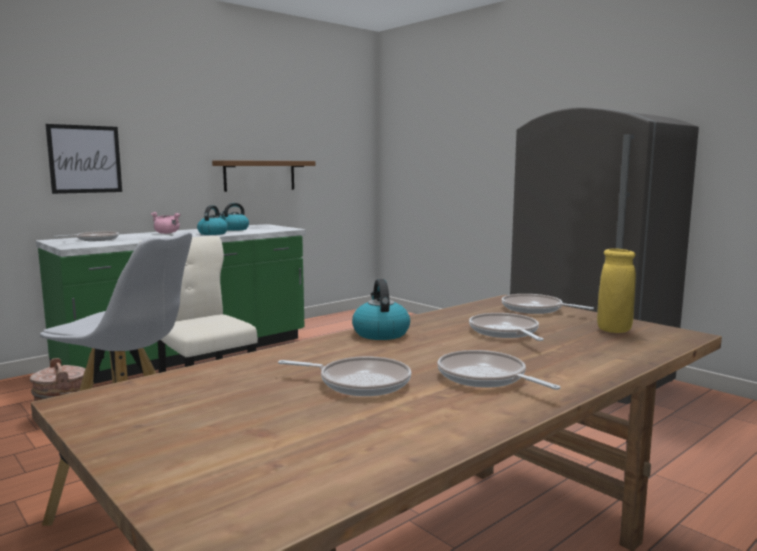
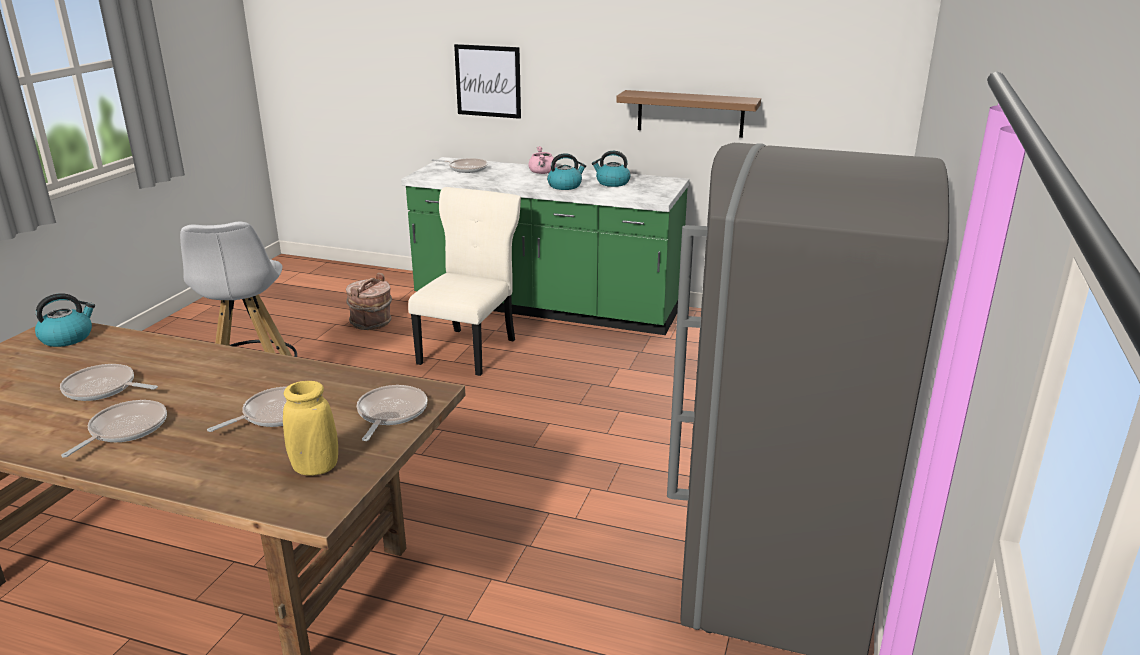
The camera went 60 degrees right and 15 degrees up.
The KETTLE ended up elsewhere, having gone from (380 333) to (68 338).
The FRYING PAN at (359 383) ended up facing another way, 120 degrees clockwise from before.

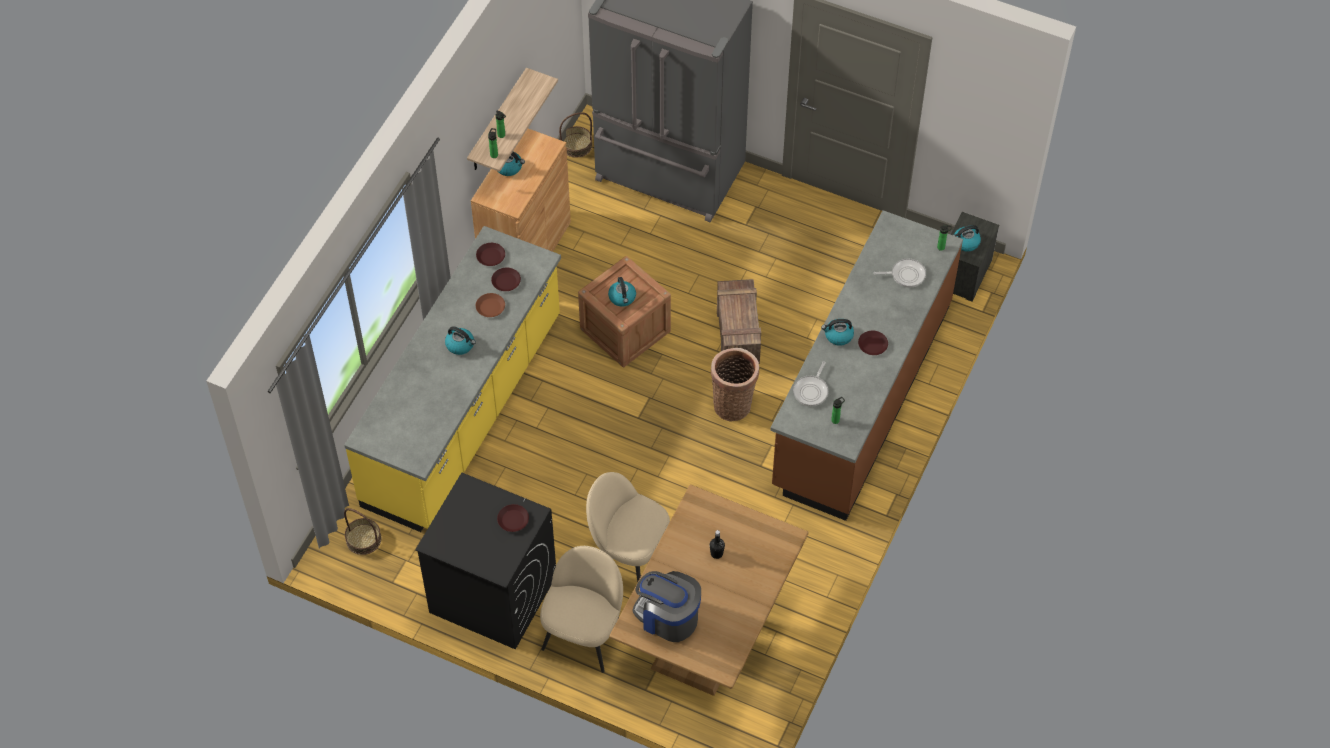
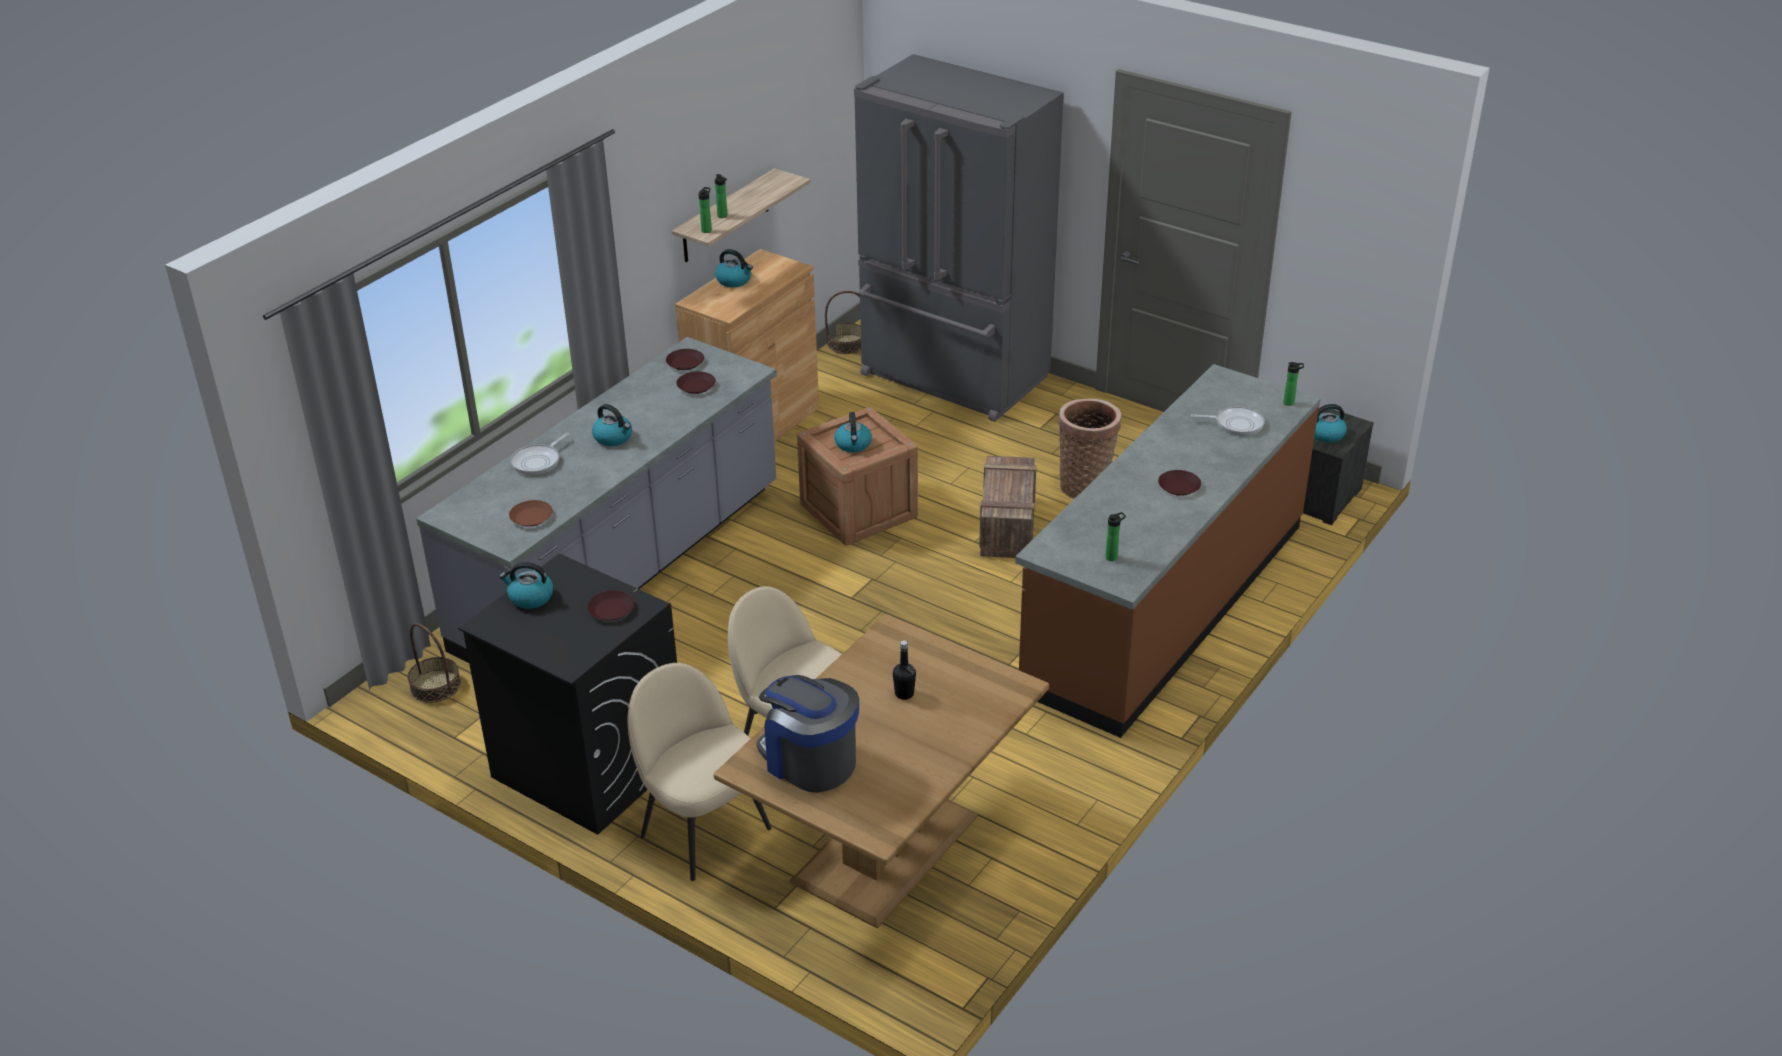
The camera went 10 degrees right and 20 degrees down.
The BROWN PLATE ended up elsewhere, having gone from (490 307) to (531 517).
The BASKET ended up elsewhere, having gone from (733 403) to (1085 485).
The FRYING PAN ended up elsewhere, having gone from (811 390) to (538 461).
The KETTLE ended up elsewhere, having gone from (838 336) to (530 597).
What was the YELLOW COUNTER at (464 412) turned into the GREY COUNTER at (622 569).
The BEIGE CHAIR at (584 635) ended up facing another way, 75 degrees counterclockwise from before.

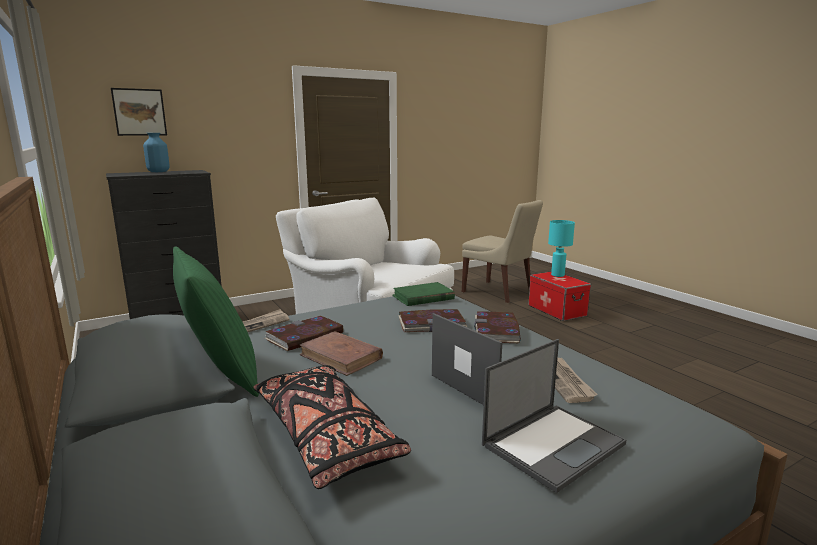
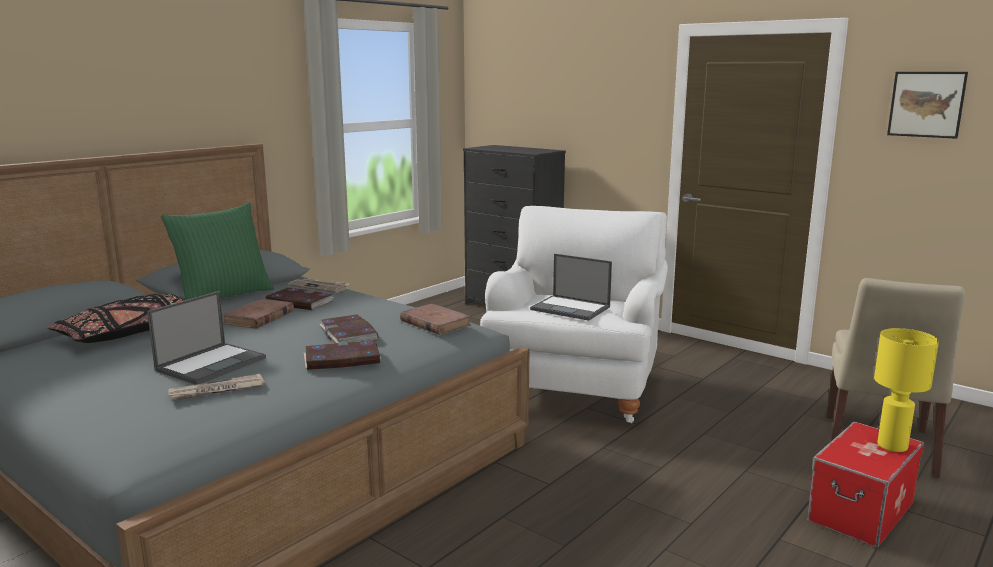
The camera went 70 degrees right and 0 degrees up.
The second view lost the BLUE VASE at (158 172).
The PICTURE ended up elsewhere, having gone from (139 112) to (926 104).
The LAPTOP ended up elsewhere, having gone from (553 444) to (571 308).
What was the GREEN BOOK at (423 297) turned into the BROWN BOOK at (435 323).
What was the TURQUOISE TABLE LAMP at (557 275) turned into the YELLOW TABLE LAMP at (892 445).

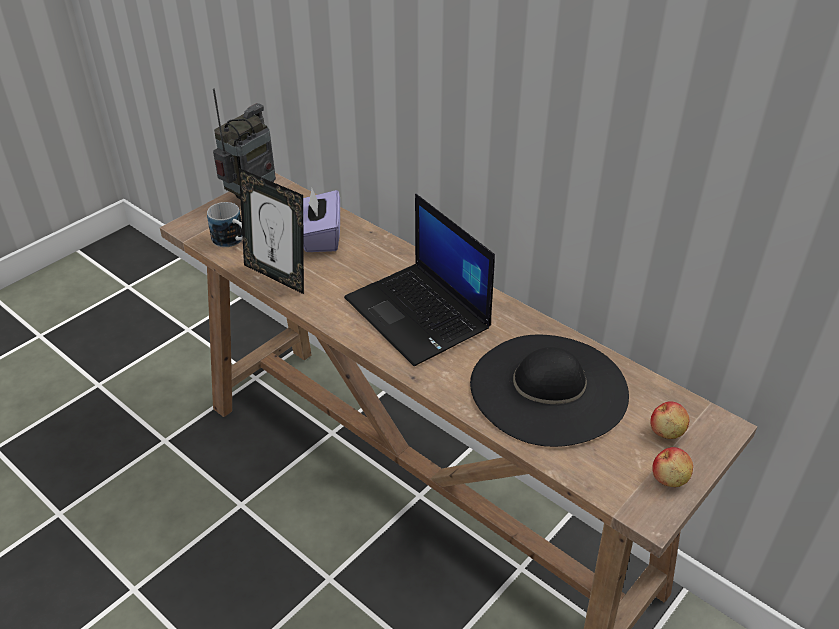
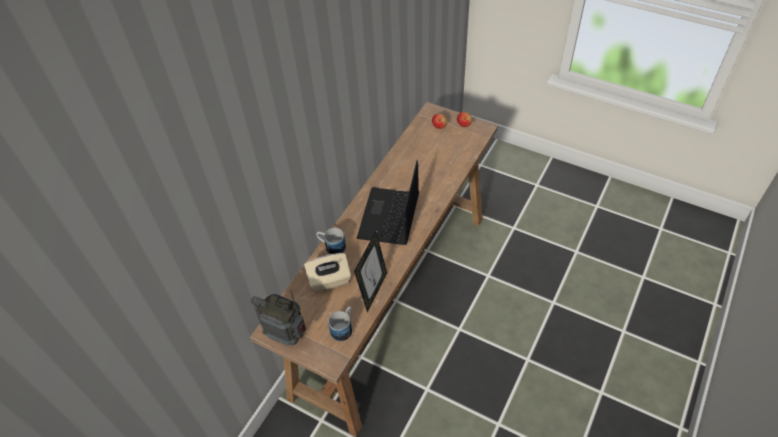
The camera went 100 degrees left and 10 degrees up.
The second view lost the BLACK HAT at (548 388).
The second view gained the MUG at (331 246).
What was the PURPLE TISSUE BOX at (320 237) turned into the BEIGE TISSUE BOX at (329 280).
The LAPTOP at (419 314) ended up facing another way, 150 degrees clockwise from before.

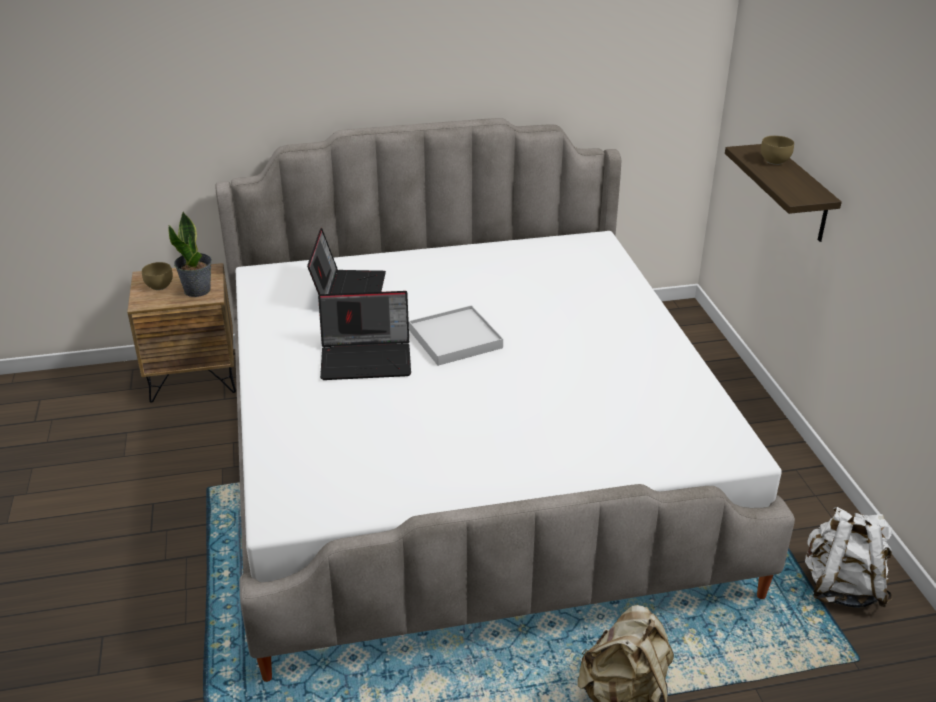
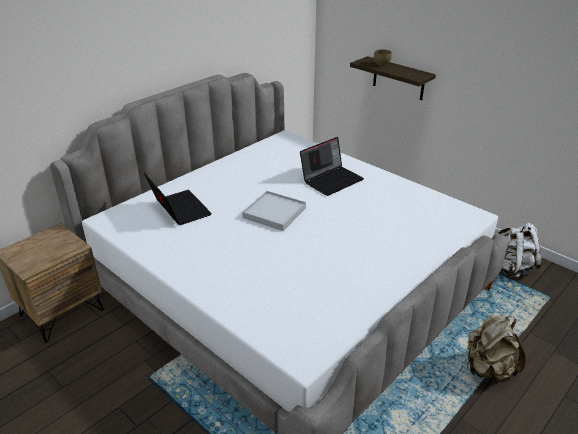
The camera went 35 degrees left and 0 degrees up.
The second view lost the BROWN BOWL at (158 286).
The second view lost the POTTED PLANT at (198 290).
The LAPTOP ended up elsewhere, having gone from (367 358) to (331 179).

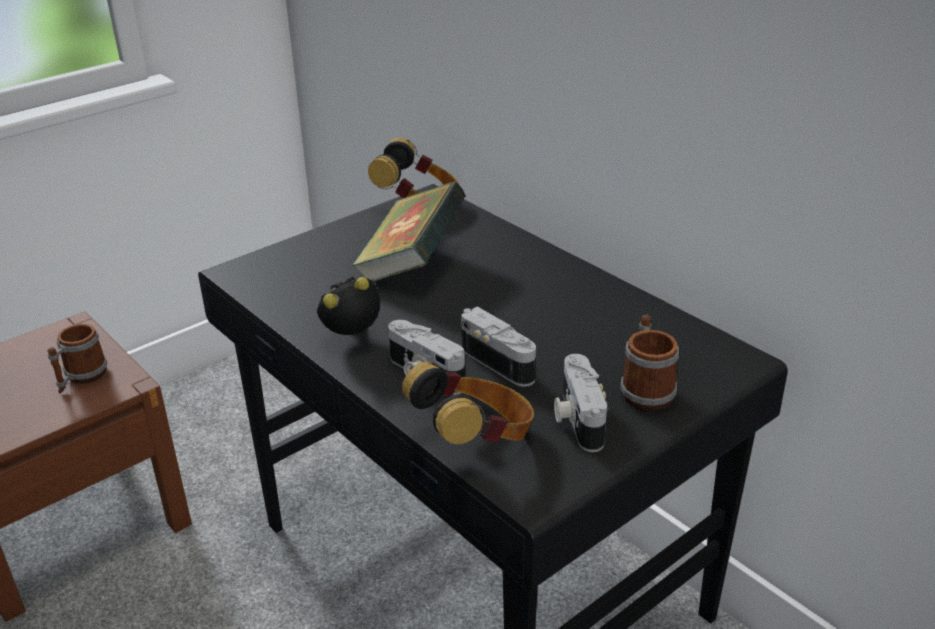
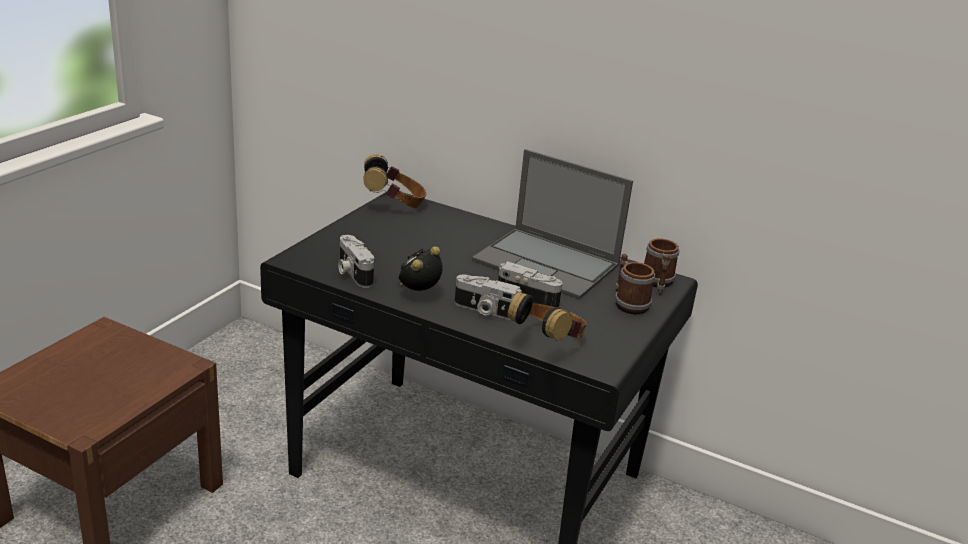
The camera went 25 degrees left and 5 degrees down.
The second view lost the BOOK at (412 264).
The second view gained the LAPTOP at (548 263).
The MUG ended up elsewhere, having gone from (81 378) to (657 284).
The PHOTO CAMERA ended up elsewhere, having gone from (577 418) to (352 273).

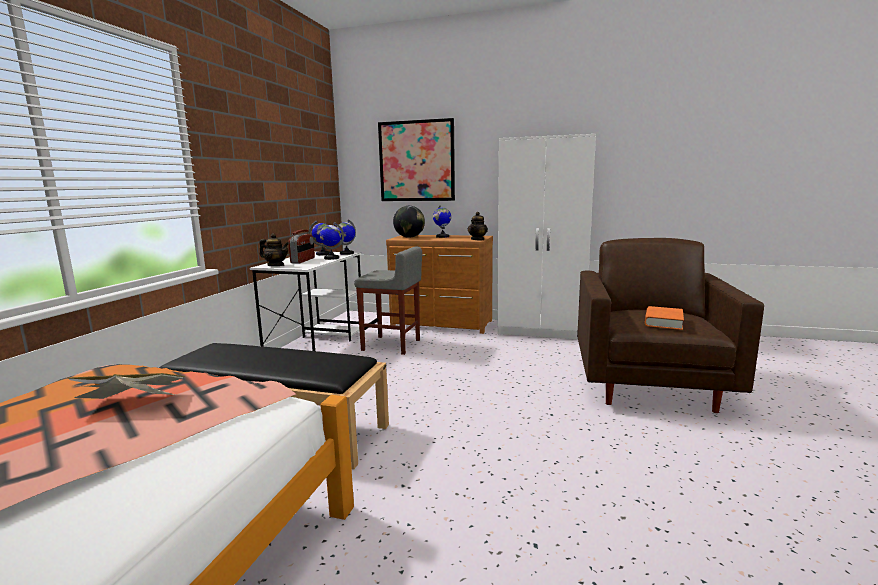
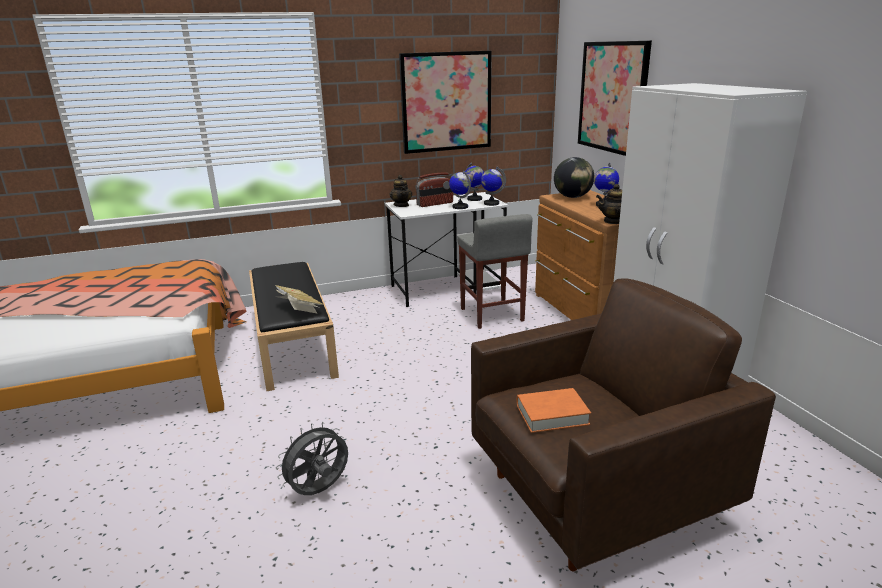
The camera went 55 degrees right and 10 degrees up.
The second view gained the GREY FAN at (319 491).
The second view gained the PICTURE at (446 102).
The BOOK ended up elsewhere, having gone from (132 403) to (299 309).

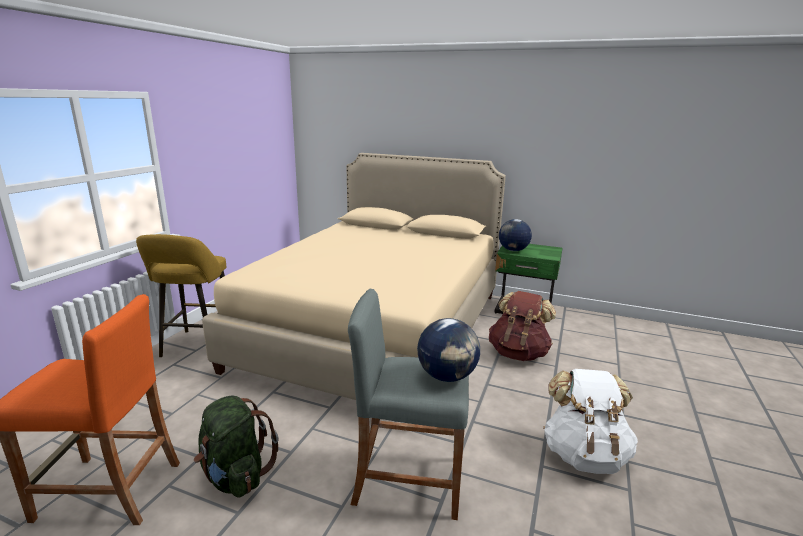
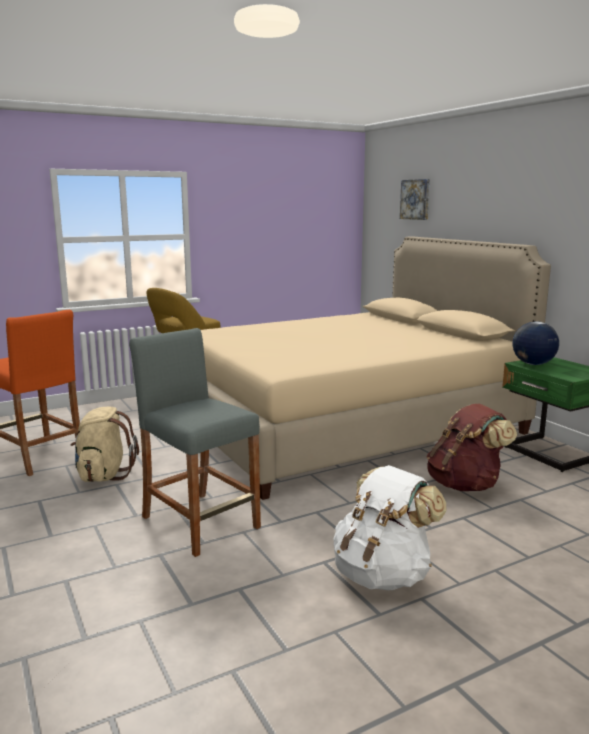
The camera went 40 degrees right and 5 degrees down.
The second view lost the GLOBE at (447 376).
The second view gained the PICTURE at (416 199).
What was the GREEN BACKPACK at (236 476) turned into the BEIGE BACKPACK at (104 475).

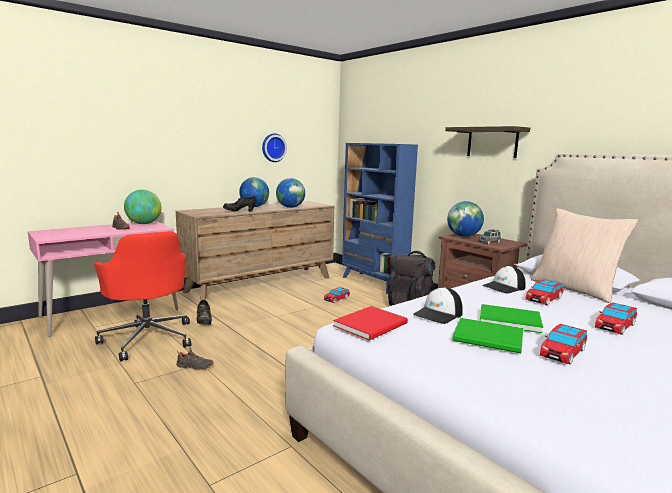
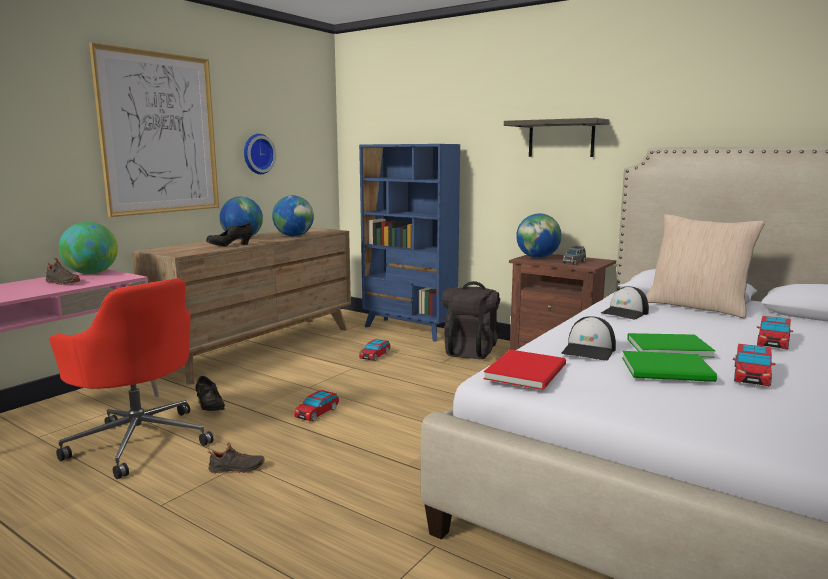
The camera went 15 degrees left and 0 degrees up.
The second view gained the PICTURE at (159 134).
The TOY CAR ended up elsewhere, having gone from (544 299) to (317 413).

